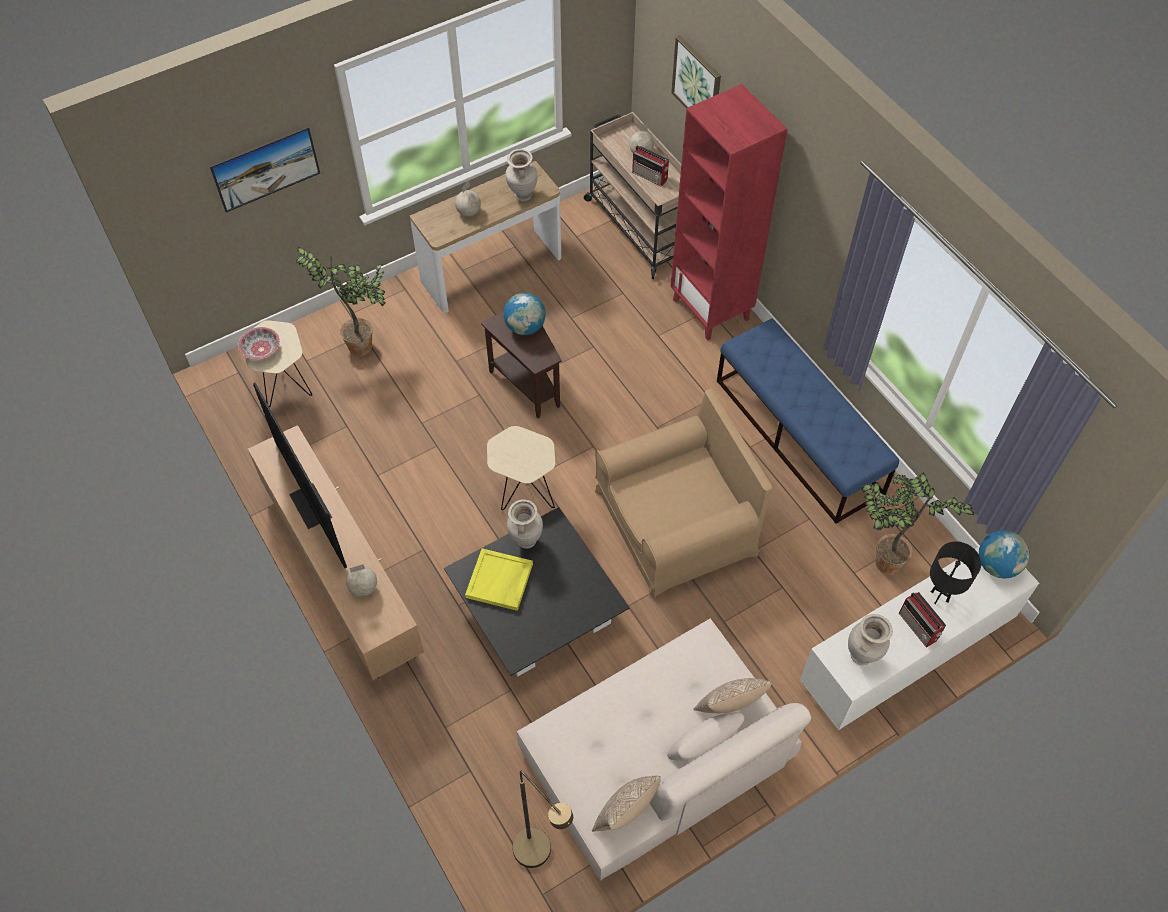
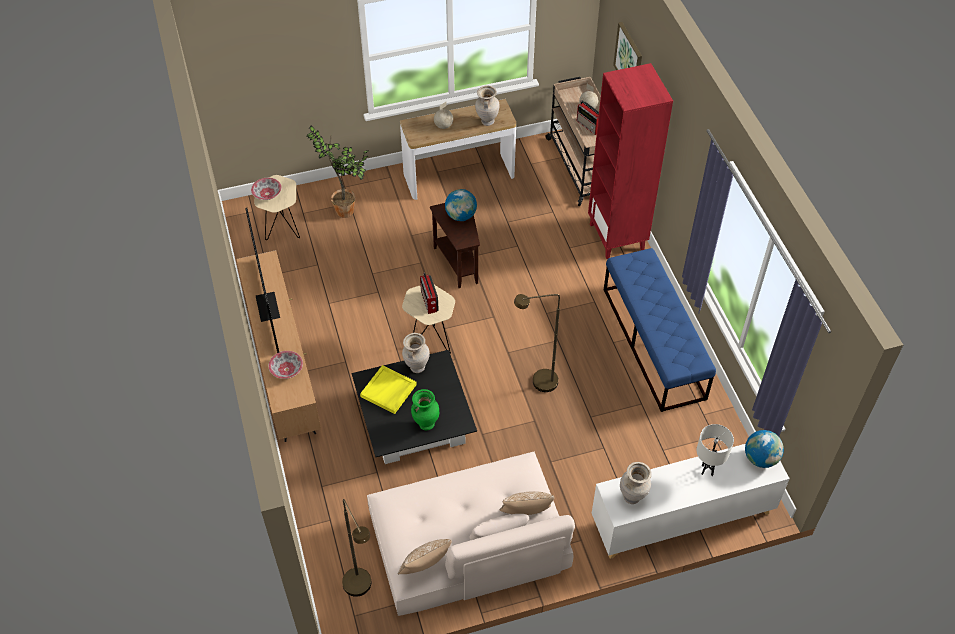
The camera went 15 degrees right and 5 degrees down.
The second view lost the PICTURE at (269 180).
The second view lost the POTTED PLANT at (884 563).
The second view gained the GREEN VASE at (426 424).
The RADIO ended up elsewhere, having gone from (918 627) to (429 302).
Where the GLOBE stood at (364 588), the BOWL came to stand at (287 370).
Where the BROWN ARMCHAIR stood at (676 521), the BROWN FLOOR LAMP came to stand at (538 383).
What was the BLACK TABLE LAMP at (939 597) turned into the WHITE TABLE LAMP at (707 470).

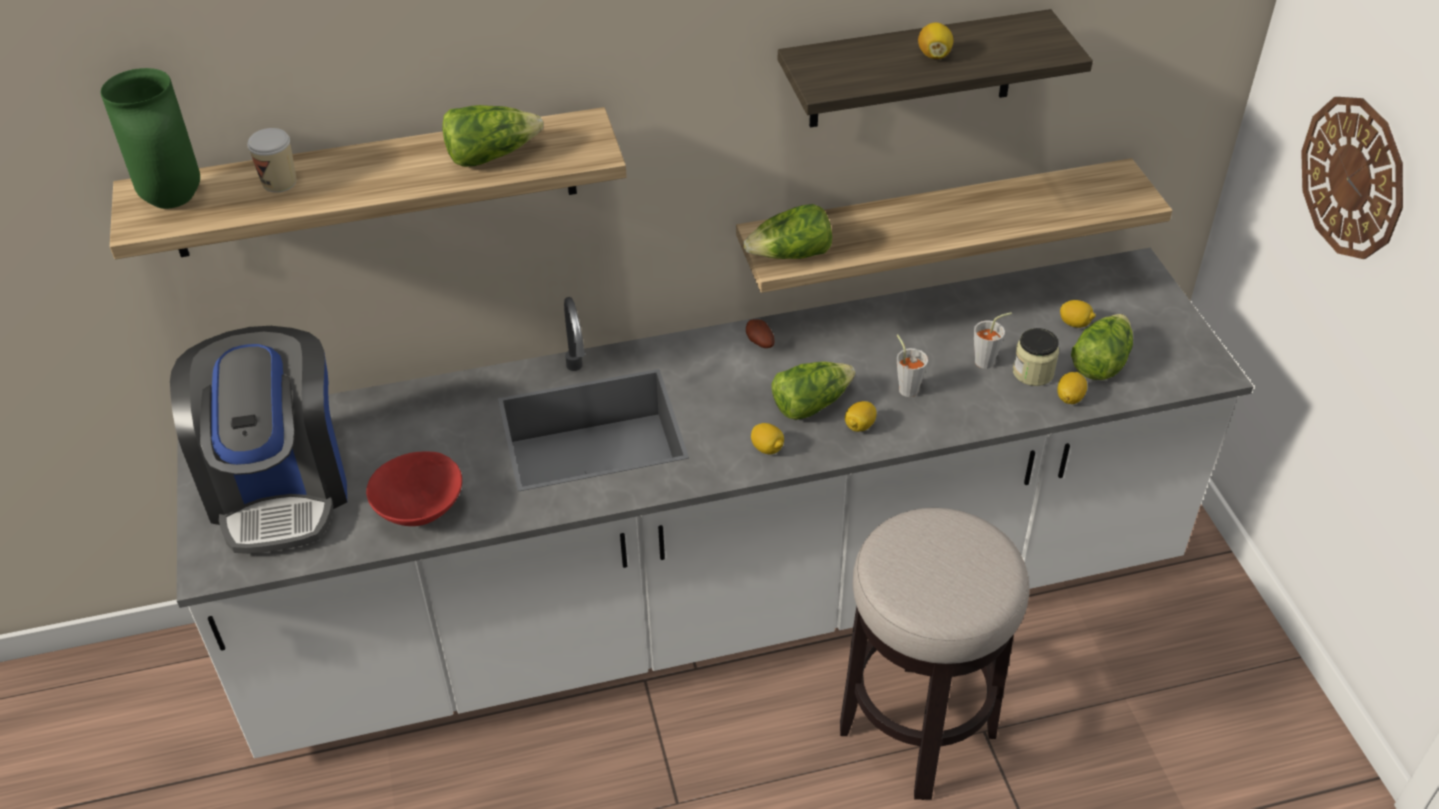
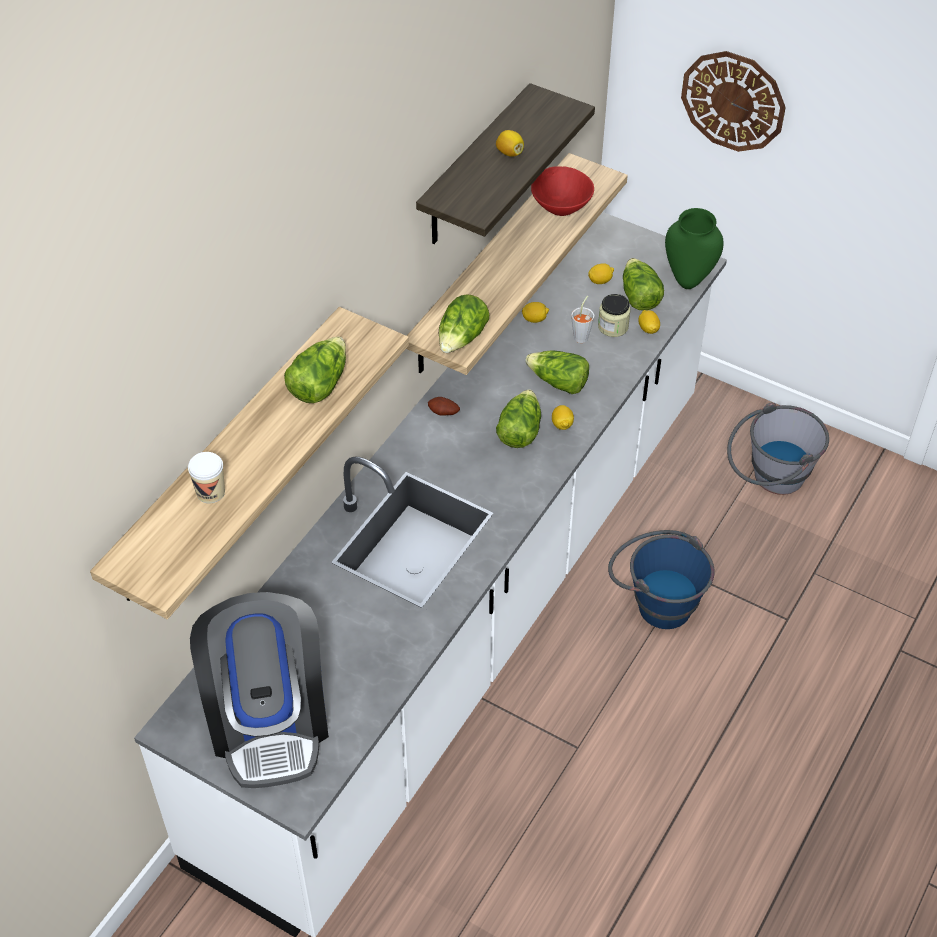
The camera went 45 degrees left and 5 degrees up.
The second view gained the GREY BUCKET at (769 479).
The GREEN VASE ended up elsewhere, having gone from (175 199) to (688 281).
The RED BOWL ended up elsewhere, having gone from (421 510) to (561 207).
The LEMON ended up elsewhere, having gone from (767 448) to (535 319).
Where the STOOL stood at (917 730), the BLUE BUCKET came to stand at (655 600).
Where the GREY CUP stood at (906 387), the LETTUCE came to stand at (558 382).
The COFFEE MACHINE at (280 486) ended up facing another way, 45 degrees clockwise from before.

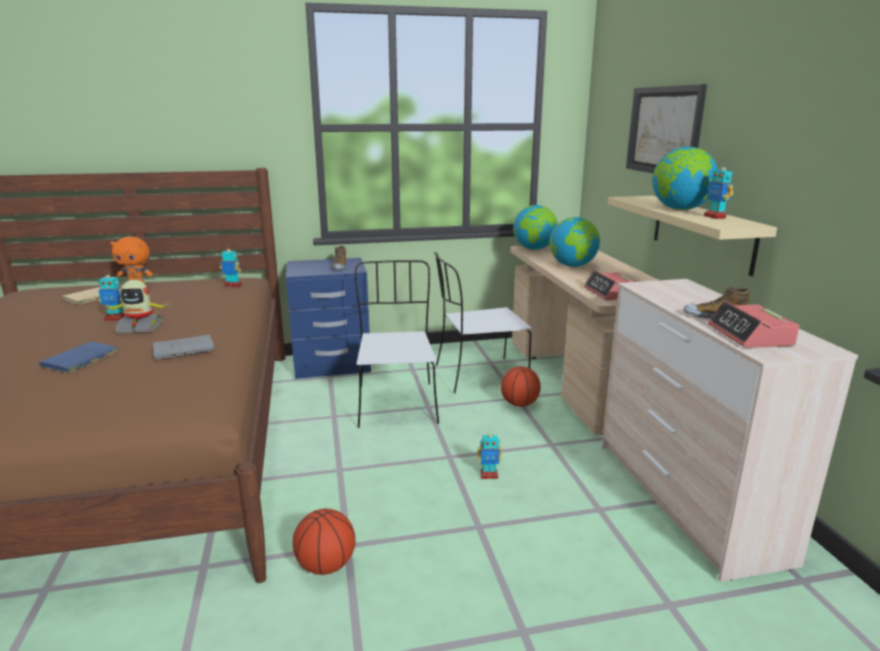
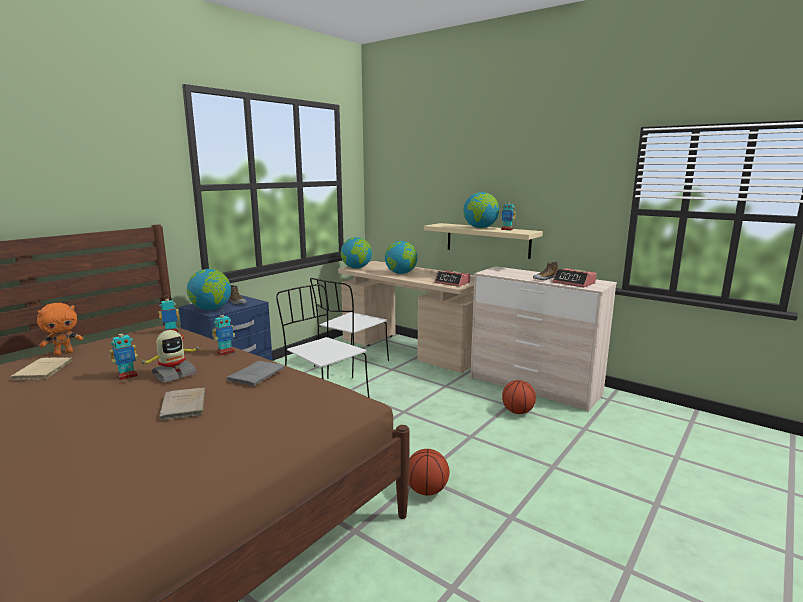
The camera went 40 degrees left and 5 degrees down.
The second view lost the PICTURE at (664 131).
The second view gained the GLOBE at (211 309).
The TOY ROBOT ended up elsewhere, having gone from (489 475) to (225 352).
The BASKETBALL ended up elsewhere, having gone from (519 404) to (517 412).
What was the BLUE BOOK at (78 360) turned into the BEIGE BOOK at (183 406).

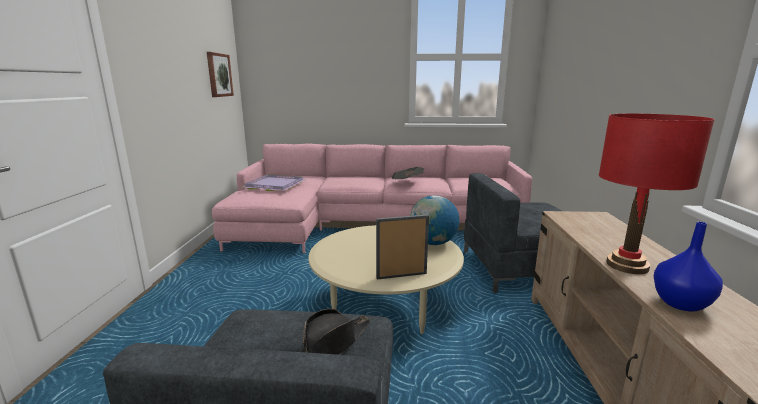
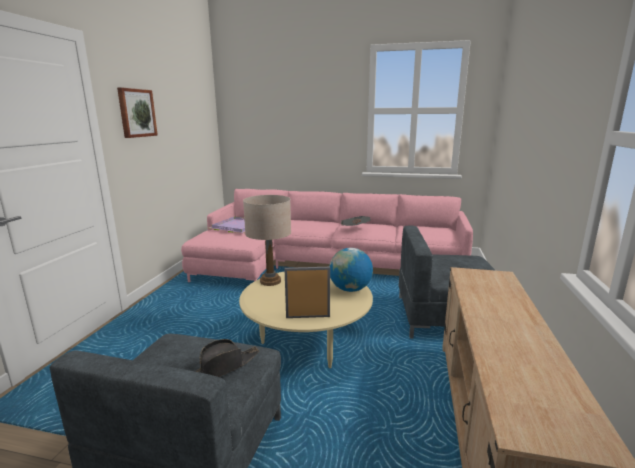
The camera went 10 degrees right and 0 degrees up.
The second view lost the RED TABLE LAMP at (627 265).
The second view lost the BLUE VASE at (681 303).
The second view gained the BEIGE TABLE LAMP at (270 281).
The PICTURE ended up elsewhere, having gone from (219 75) to (136 113).

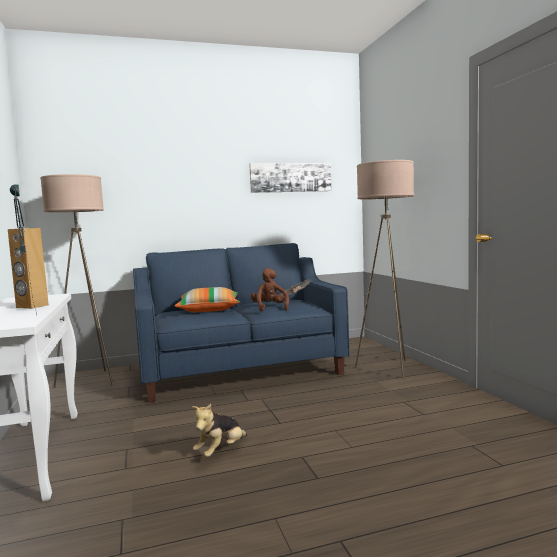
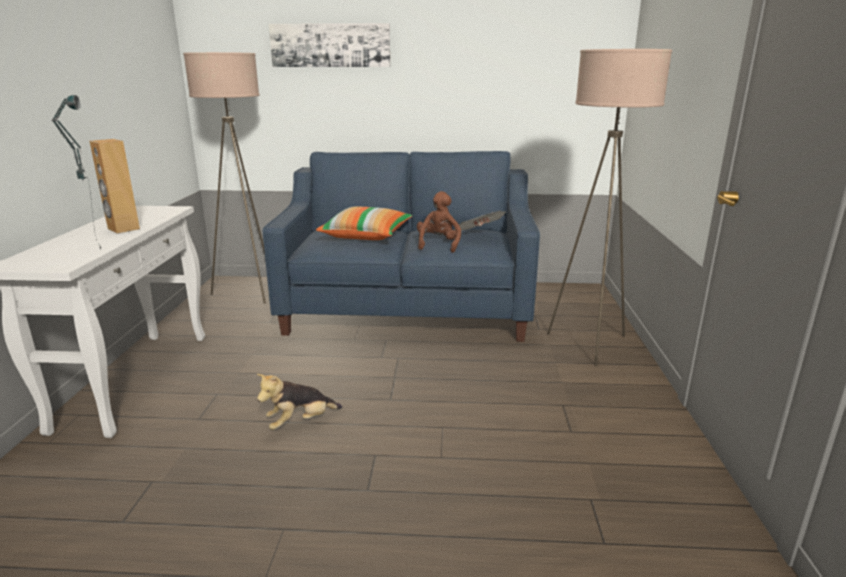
The camera went 20 degrees right and 15 degrees up.
The PICTURE ended up elsewhere, having gone from (290 177) to (330 45).

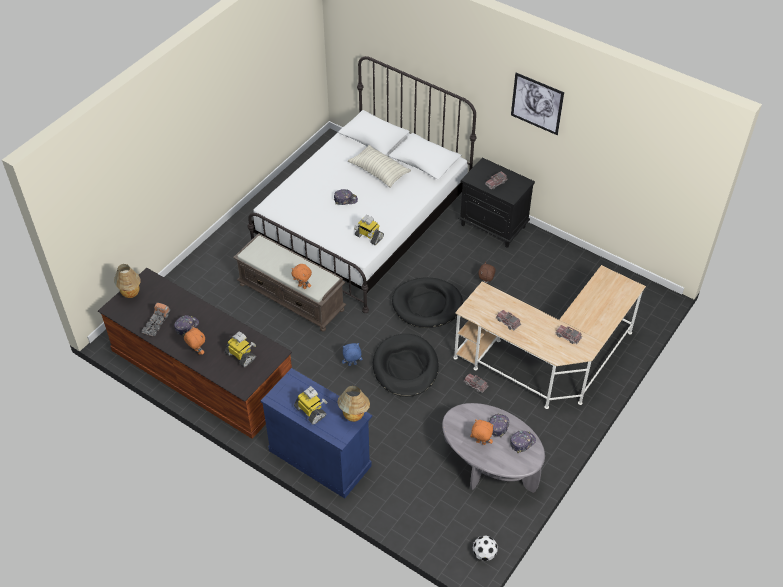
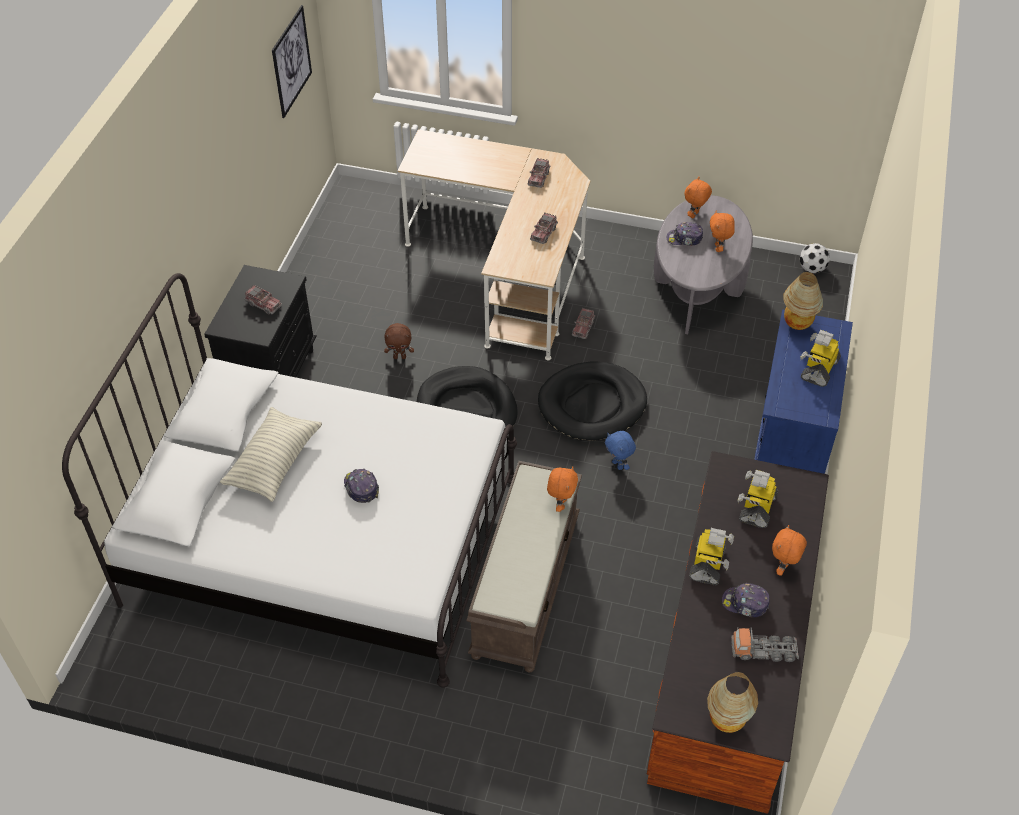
The camera went 110 degrees left and 0 degrees up.
The TOY ROBOT ended up elsewhere, having gone from (368 237) to (708 564).
The PICTURE ended up elsewhere, having gone from (537 103) to (291 61).
Where the CAP stood at (522 442), the ORANGE PLUSH TOY came to stand at (695 215).

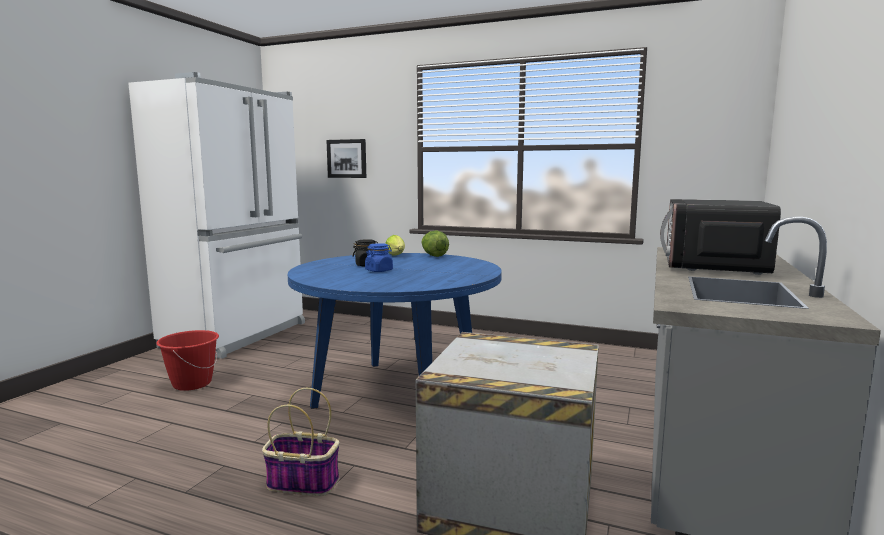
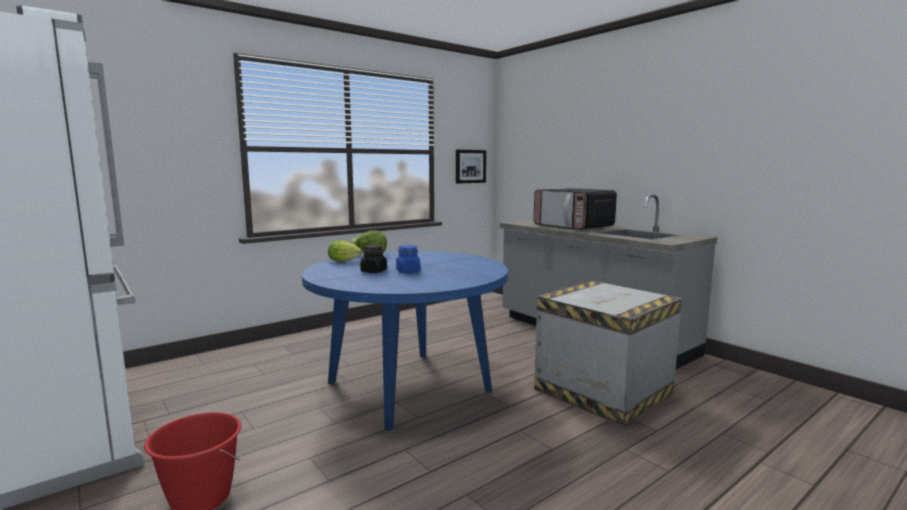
The camera went 60 degrees left and 0 degrees up.
The second view lost the BASKET at (301 483).
The PICTURE ended up elsewhere, having gone from (347 158) to (470 166).

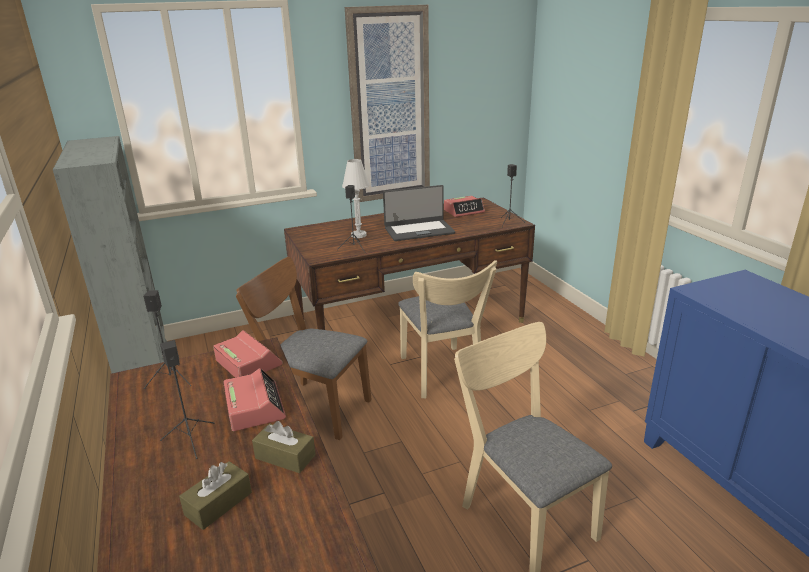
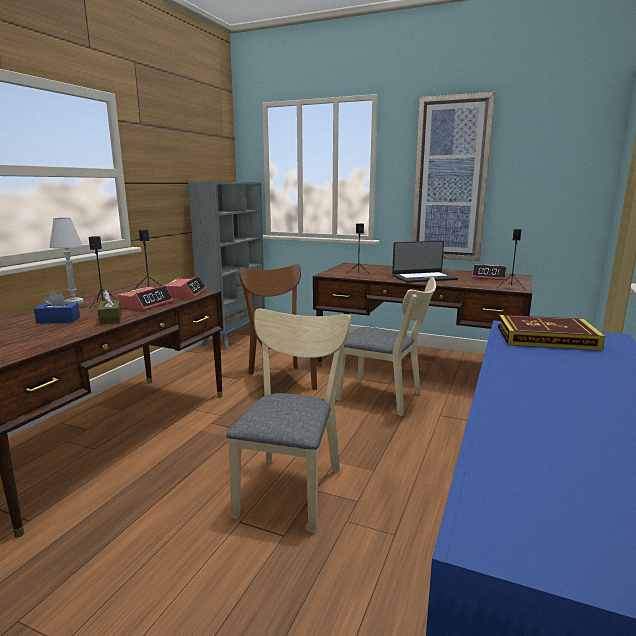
The camera went 45 degrees right and 10 degrees down.
The second view gained the BOOK at (546 338).
The WHITE TABLE LAMP ended up elsewhere, having gone from (358 235) to (74 302).
What was the BROWN TISSUE BOX at (218 503) turned into the BLUE TISSUE BOX at (58 320).
The LAPTOP at (419 230) ended up facing another way, 45 degrees counterclockwise from before.
The BEIGE CHAIR at (442 375) ended up facing another way, 90 degrees counterclockwise from before.

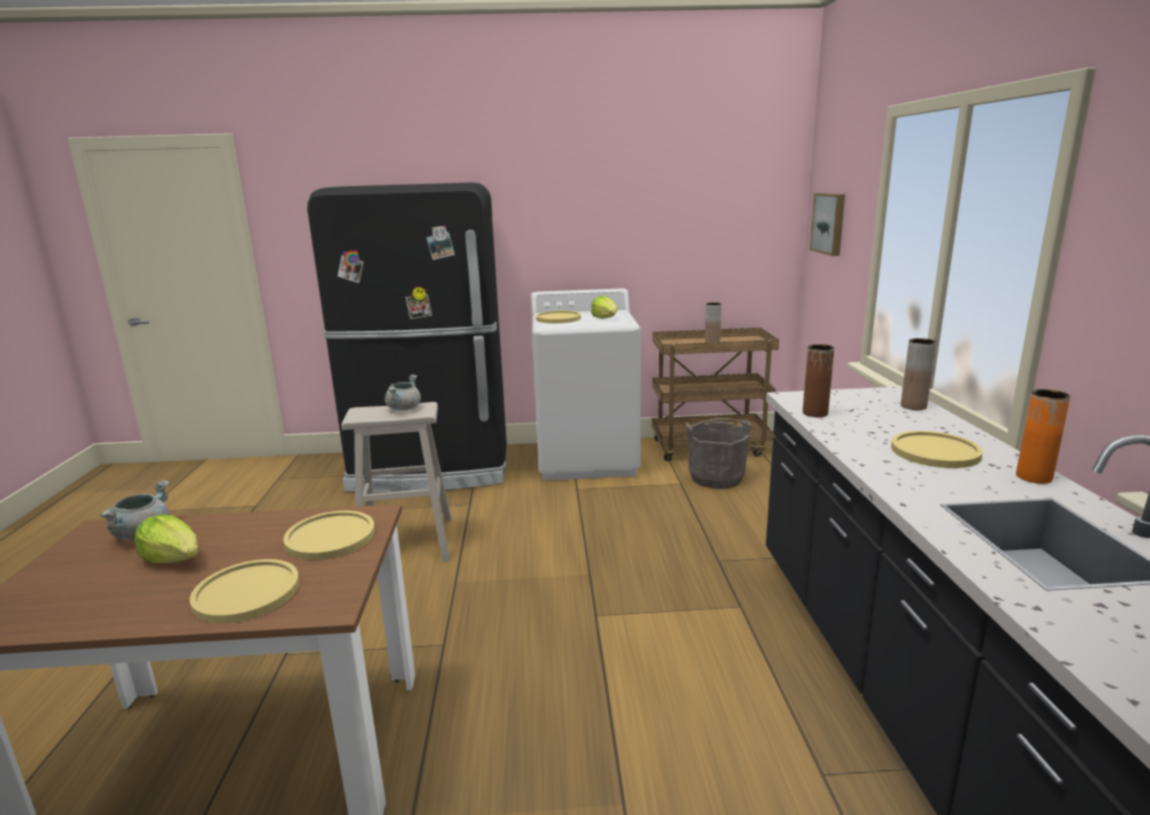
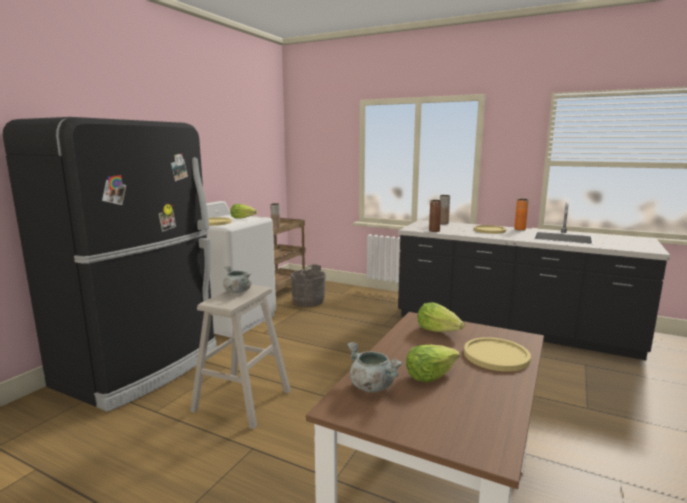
The camera went 60 degrees left and 5 degrees down.
The second view lost the PICTURE at (830 223).
Where the YELLOW PLATE stood at (330 537), the LETTUCE came to stand at (438 330).

